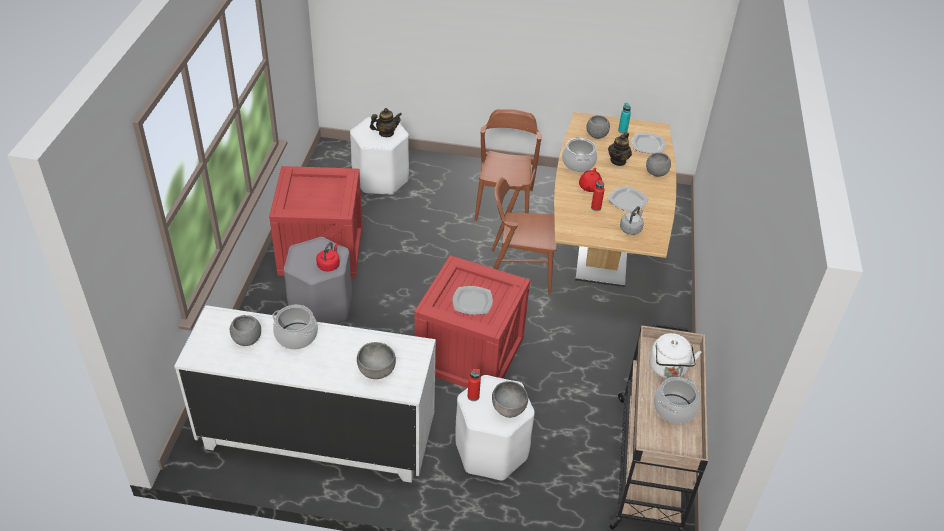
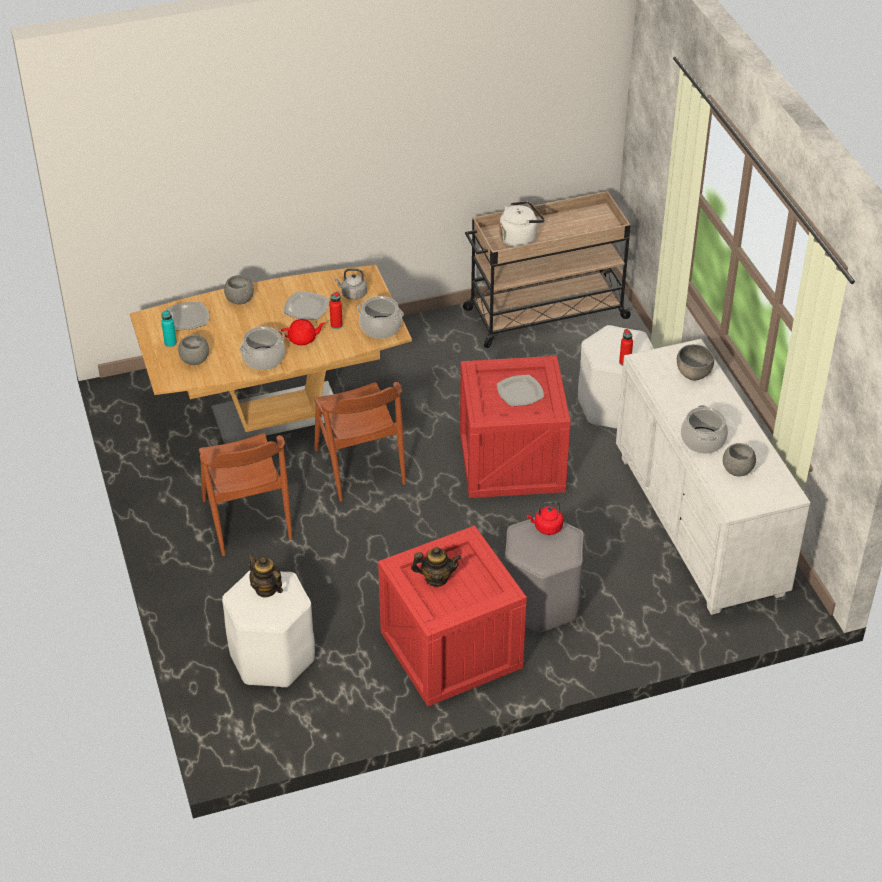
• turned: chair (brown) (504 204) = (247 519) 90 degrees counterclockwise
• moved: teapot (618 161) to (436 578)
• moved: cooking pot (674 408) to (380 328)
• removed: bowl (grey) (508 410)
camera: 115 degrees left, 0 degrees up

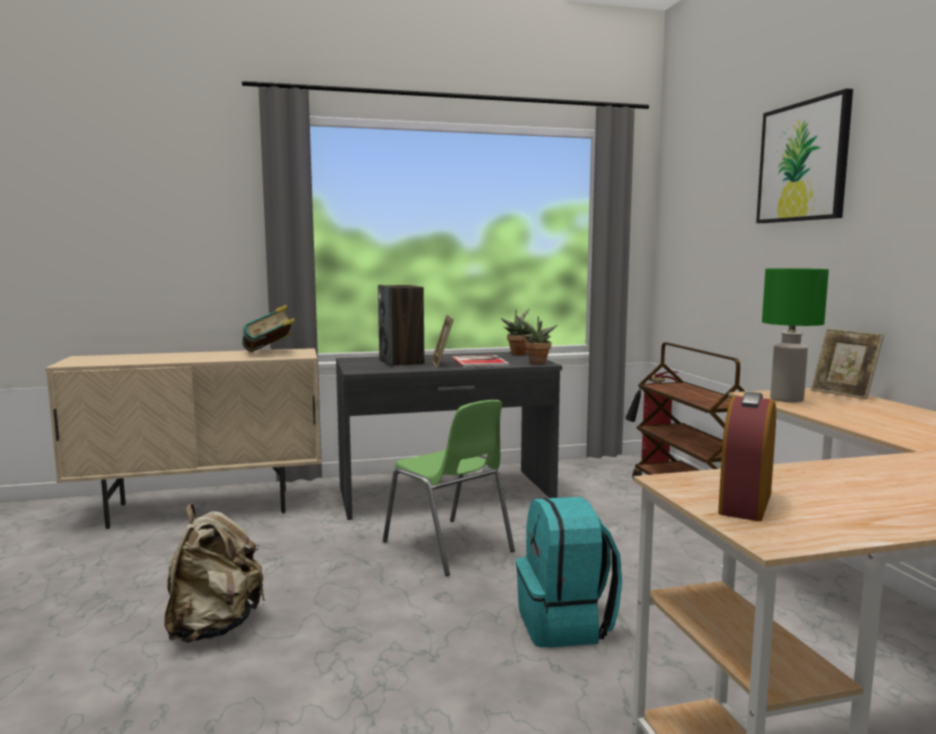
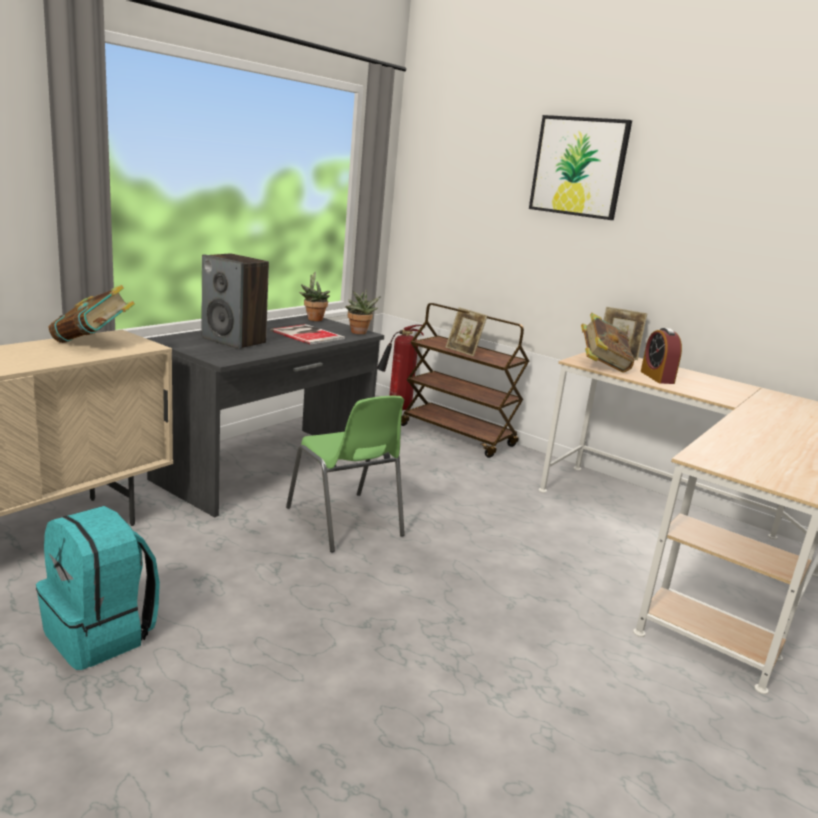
• replaced: table lamp (green) (786 399) to book (602 365)
• moved: picture frame (442 364) to (463 351)
• moved: alarm clock (745 503) to (657 377)
• turned: chair (green) (449 547) = (345 522) 45 degrees clockwise
• moved: backpack (turquoise) (566 624) to (101 634)
• removed: backpack (beige) (214 627)
camera: 40 degrees left, 10 degrees up

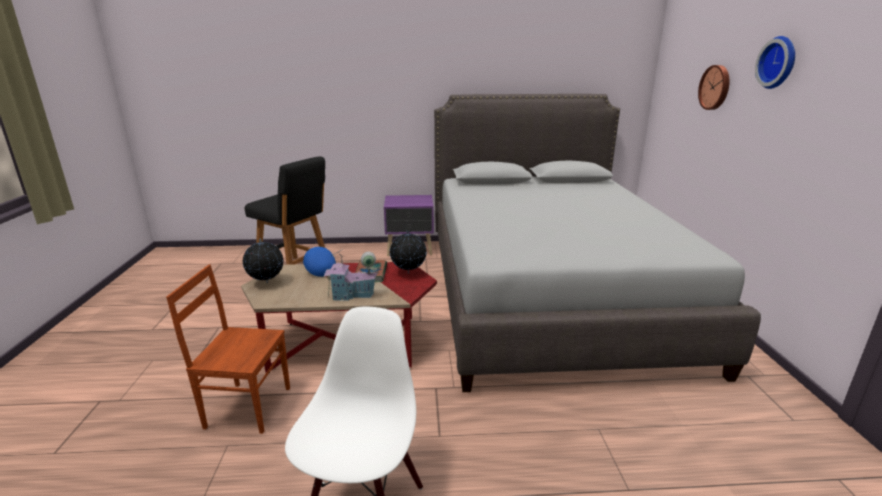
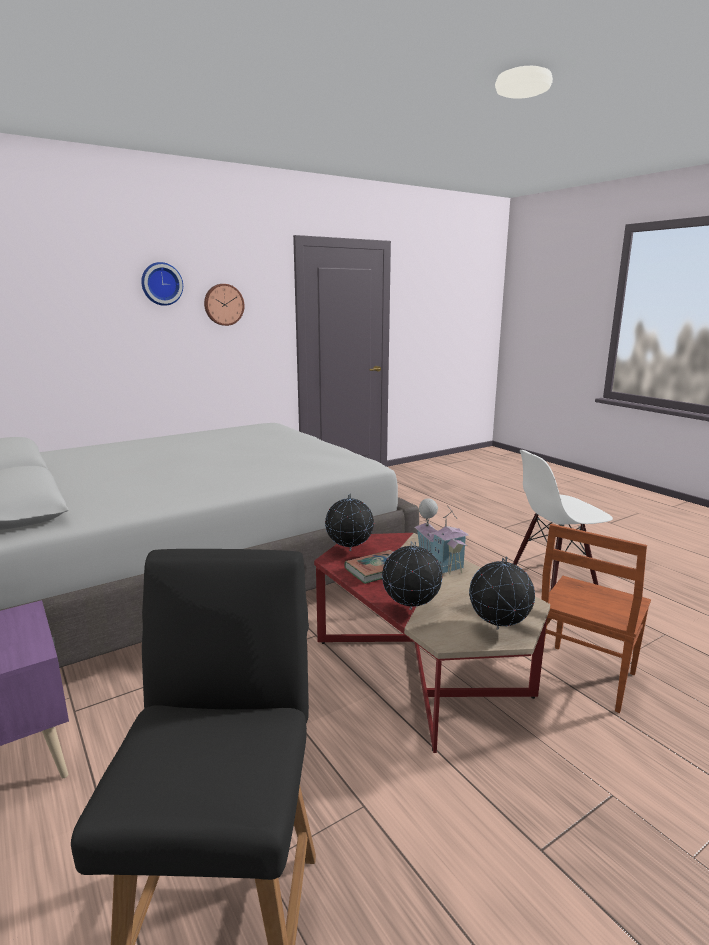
• moved: wall clock (715 87) to (223 304)
• replaced: cap (blue) (318 269) to globe (411 610)
• turned: chair (brown) (248 406) = (582 677) 60 degrees clockwise
camera: 120 degrees left, 5 degrees down

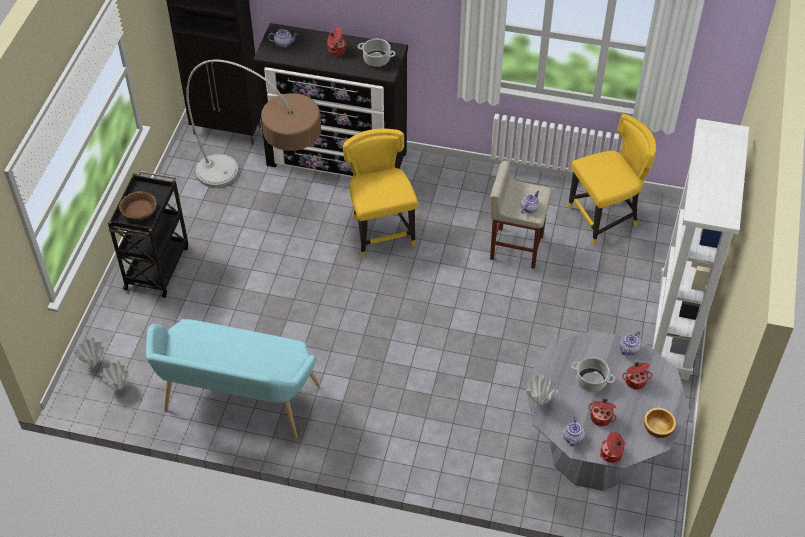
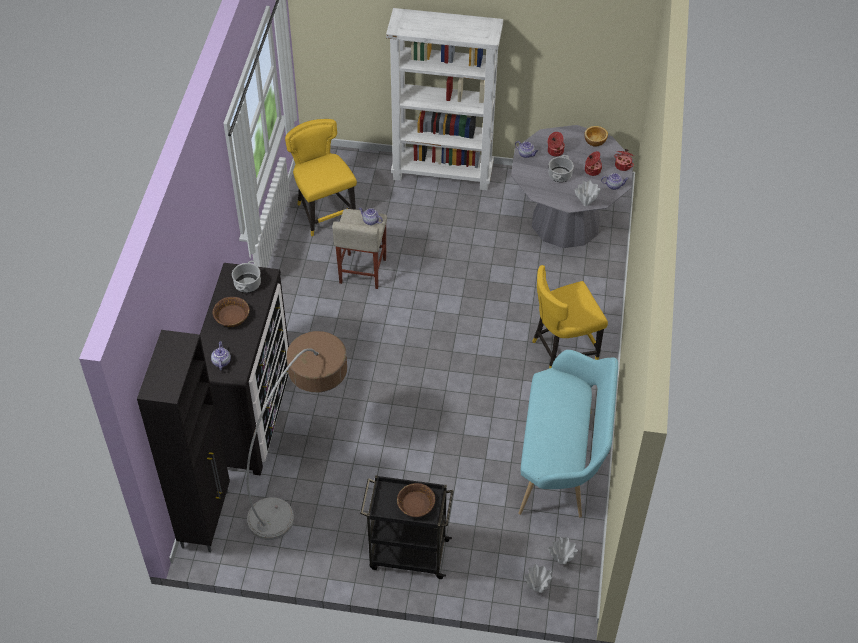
• replaced: cooking pot (336 50) to bowl (brown) (232 317)
• moved: chair (yellow) (381 231) to (562 349)
camera: 95 degrees left, 0 degrees up

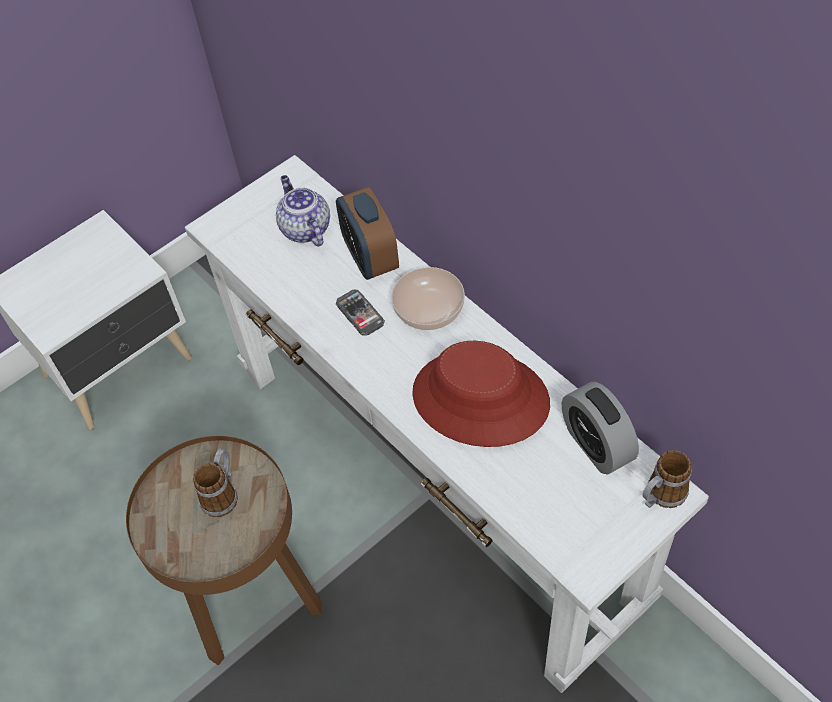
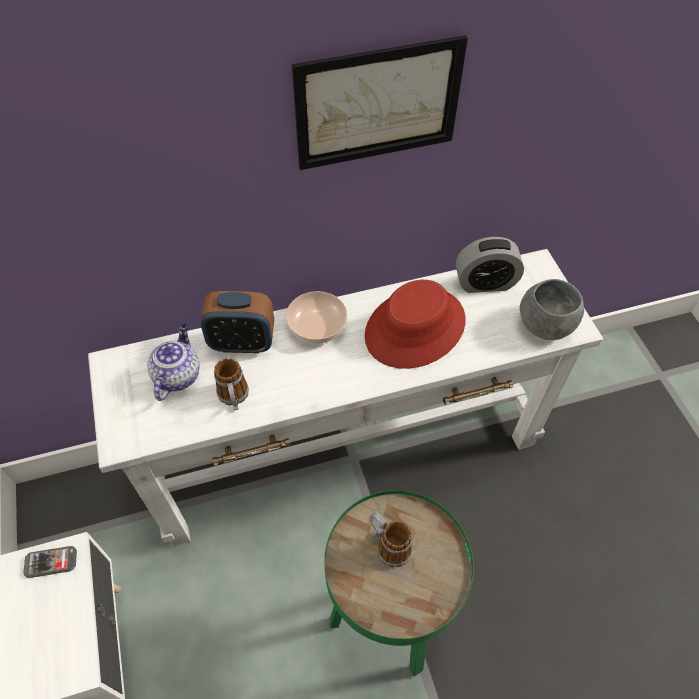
• turned: teapot (304 229) = (177 375) 105 degrees clockwise
• moved: phone (360 313) to (51 562)
• recoloured: side table (brown) (255 607) to side table (green) (385 621)
• moved: mug (661 496) to (234 398)
• added: picture (378 104)
• added: bowl (grey) (545 325)
camera: 70 degrees left, 0 degrees up

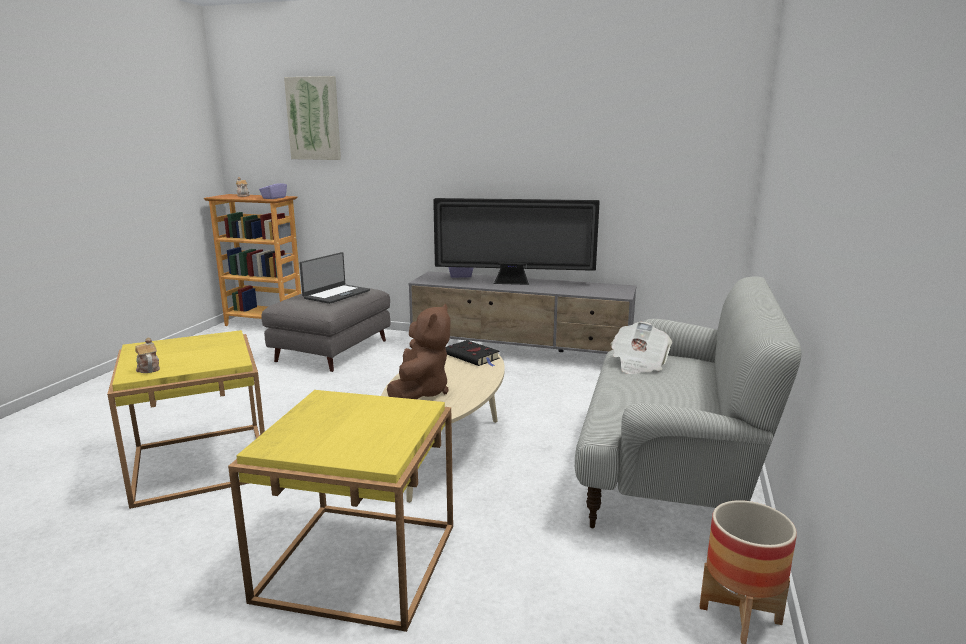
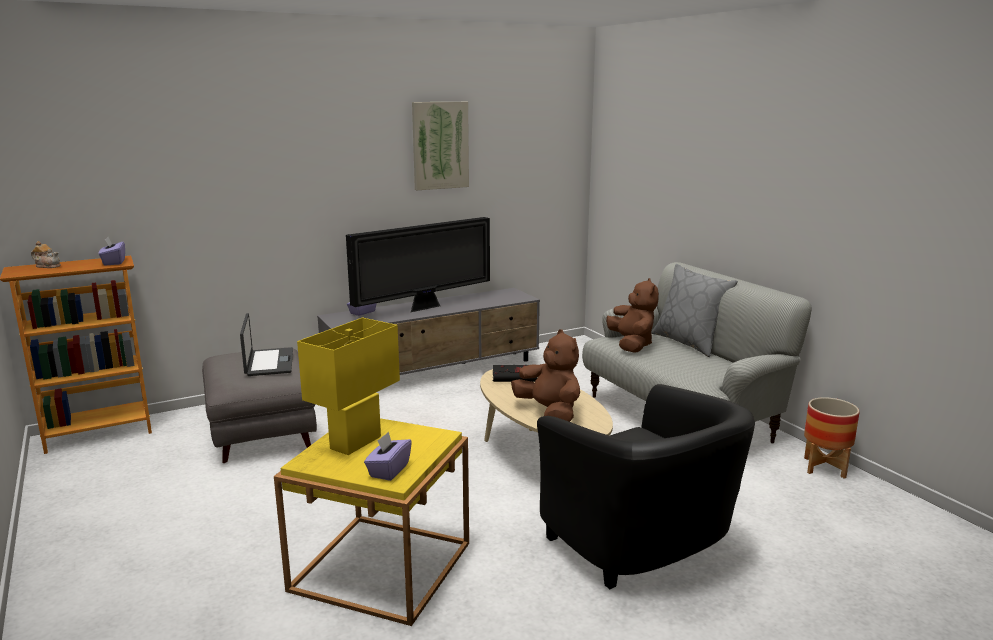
• moved: picture (314 118) to (440 145)
• replaced: newspaper (638 364) to plush toy (brown) (631 345)
• replaced: teapot (148 368) to tissue box (purple) (388 470)
• replaced: side table (yellow) (358 561) to armchair (black) (642 549)
• added: pillow (grey) (689 342)
• added: table lamp (yellow) (355 443)
camera: 45 degrees left, 0 degrees up

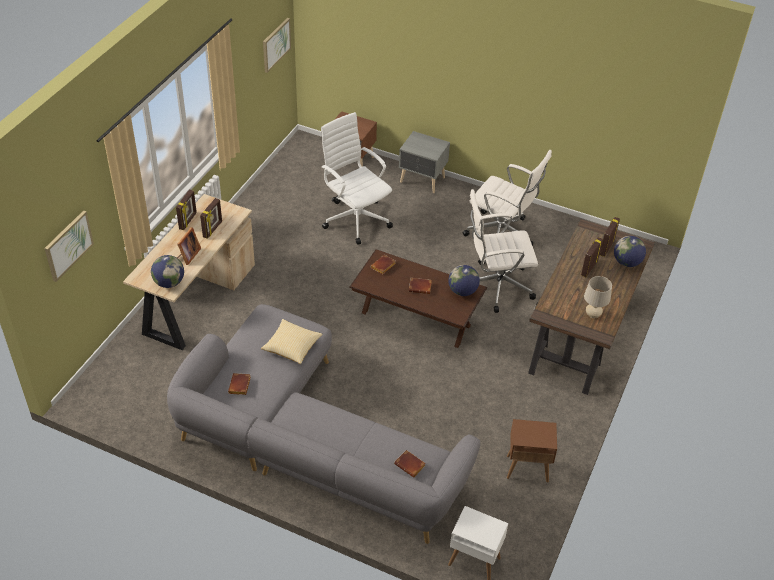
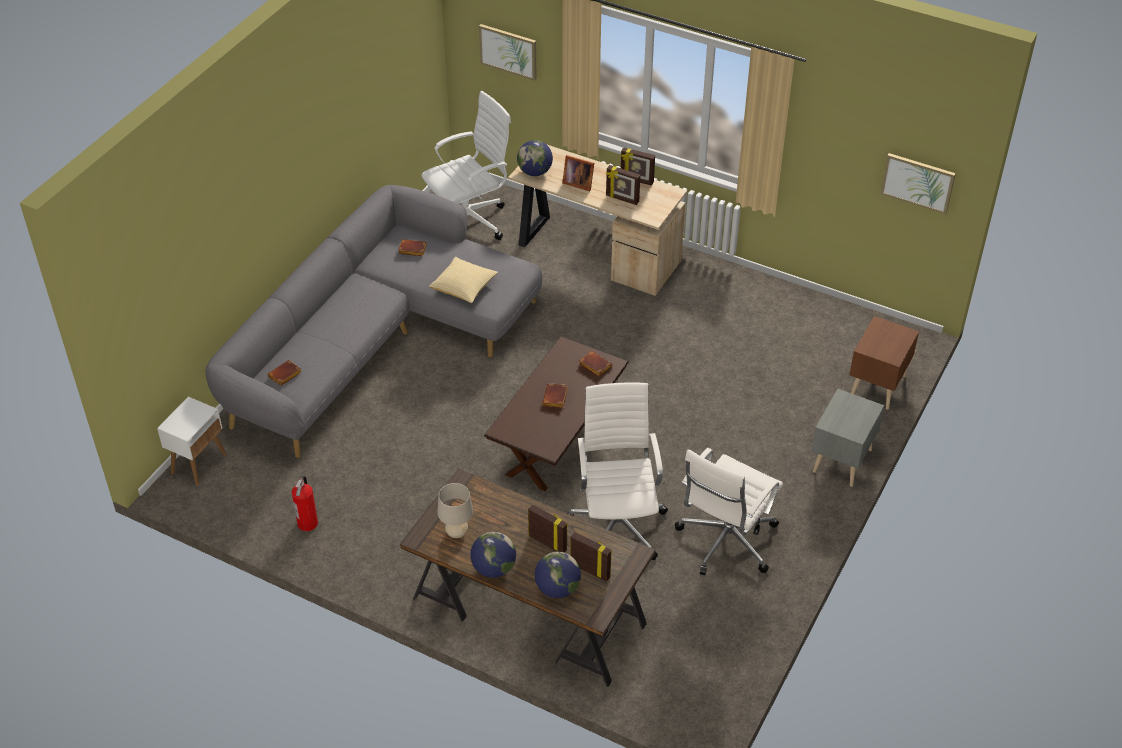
• moved: office chair (white) (355 218) to (469 221)
• moved: globe (462 291) to (493 568)
• replaced: side table (brown) (528 468) to fire extinguisher (308 523)
camera: 95 degrees right, 0 degrees up

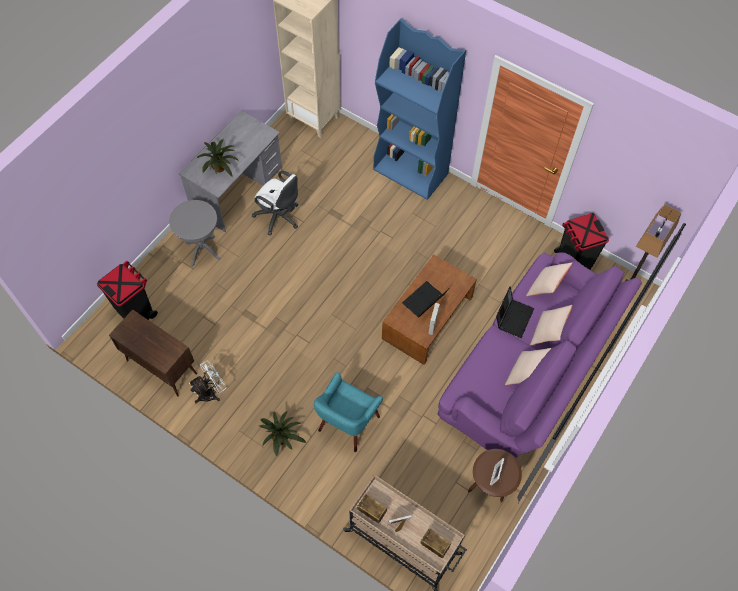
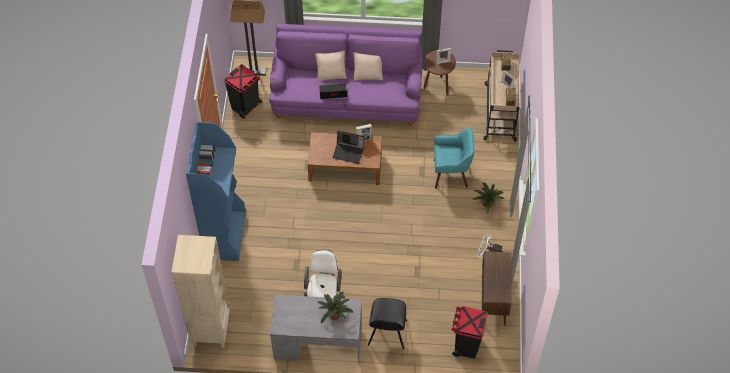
• replaced: side table (grey) (202 250) to chair (black) (387 334)
• removed: pillow (beige) (545 287)
camera: 120 degrees left, 5 degrees down

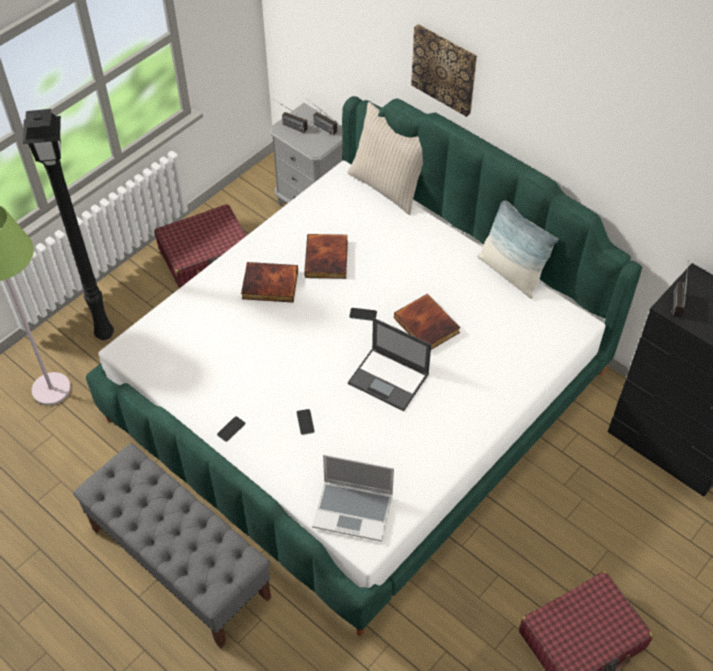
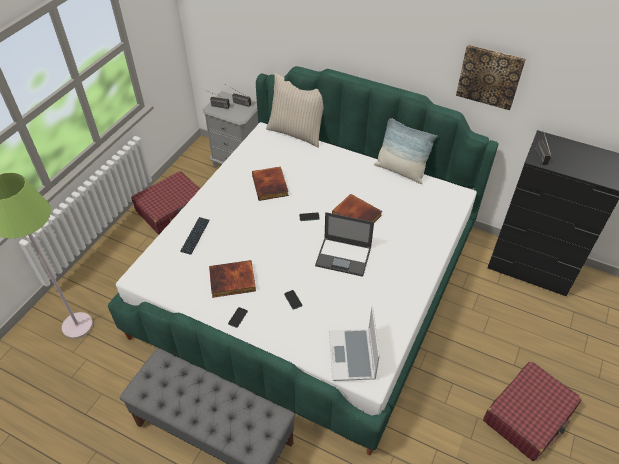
• moved: picture (444 69) to (489 76)
• removed: floor lamp (black) (106 333)
• moved: book (269 285) to (232 281)
• turned: laptop (354 510) = (353 356) 90 degrees clockwise
• added: keyboard (195 236)
camera: 15 degrees left, 5 degrees down

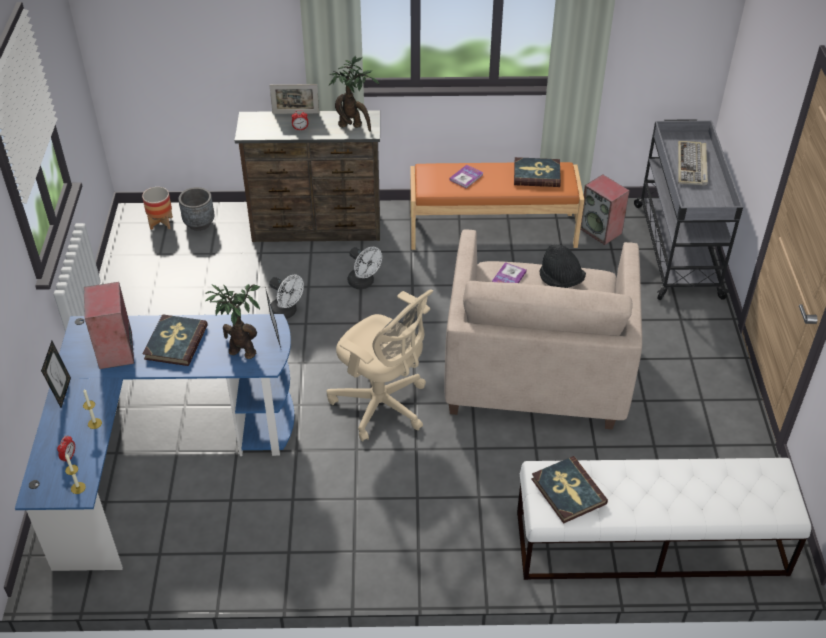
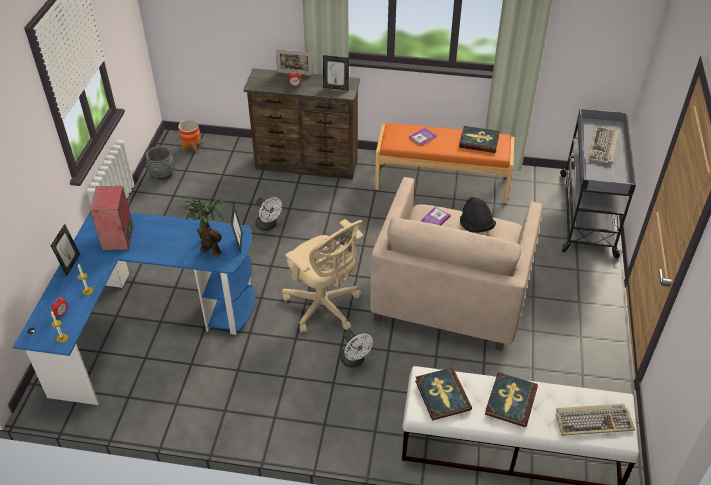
• replaced: potted plant (353 126) to picture frame (336 87)
• removed: speaker (601 231)
• moved: planter (grey) (199 223) to (163 174)
• moved: fan (white) (364 283) to (354 361)
• moved: book (175 342) to (510 401)
• added: keyboard (593 421)
camera: 10 degrees right, 0 degrees up

